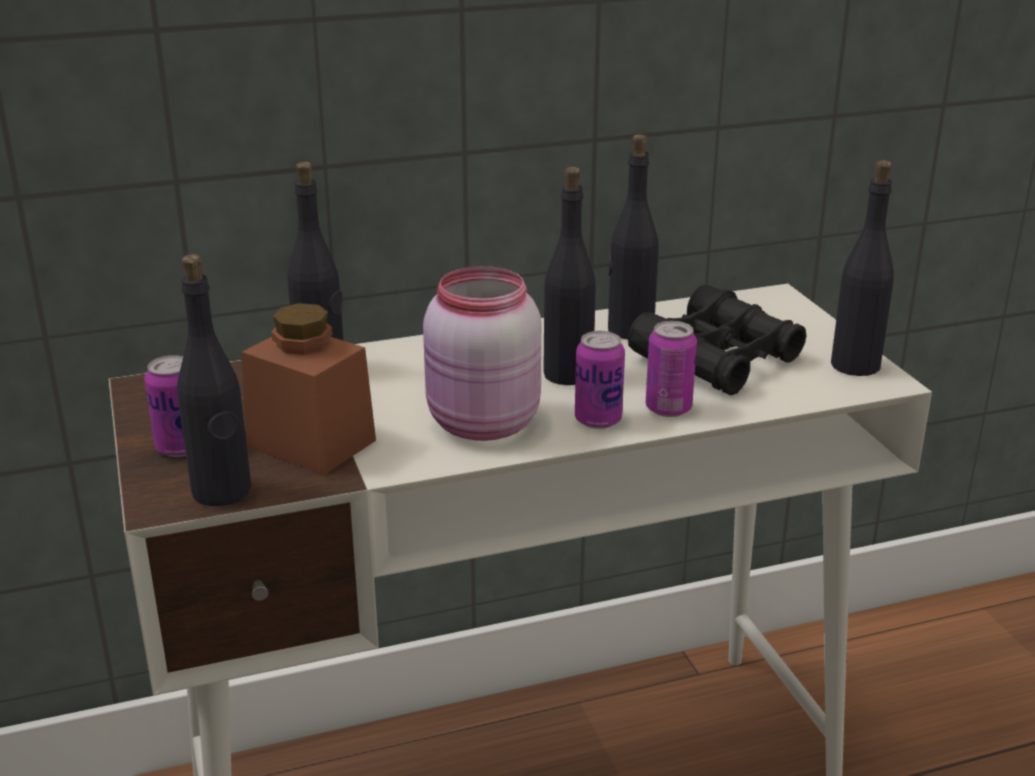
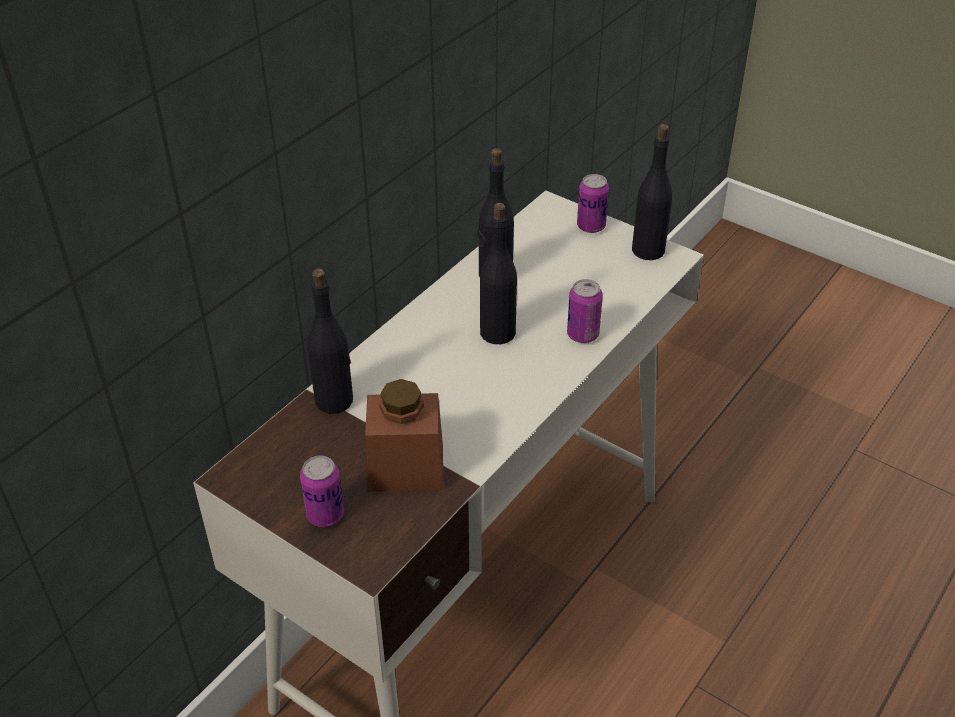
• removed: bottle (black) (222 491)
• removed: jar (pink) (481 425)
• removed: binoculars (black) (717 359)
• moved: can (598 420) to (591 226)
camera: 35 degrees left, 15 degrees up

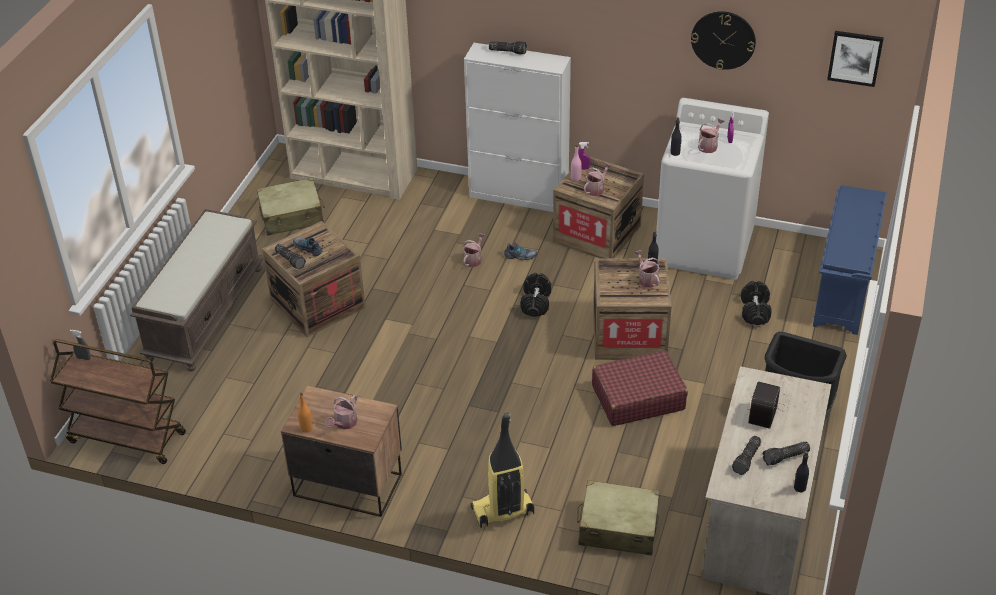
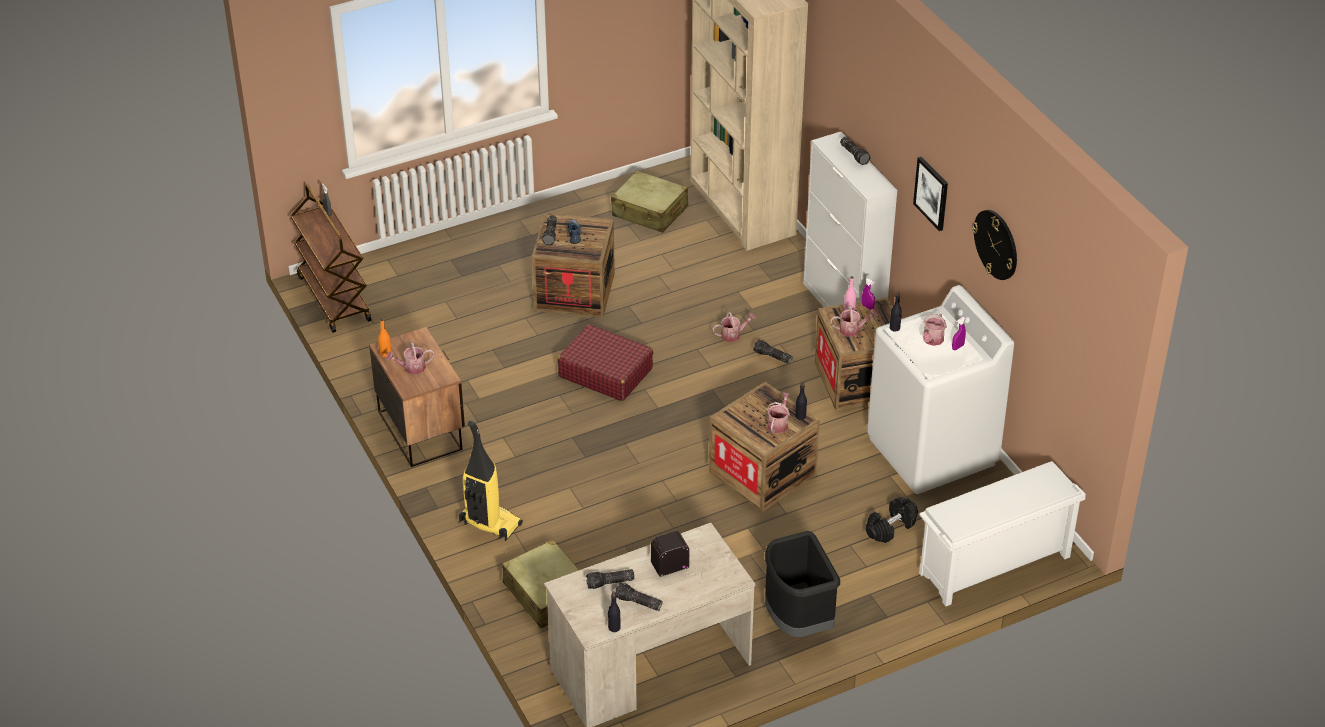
• moved: picture (855 58) to (932 193)
• turned: watering can (709 146) = (932 340) 120 degrees clockwise
• recoloured: shoe rack (blue) (844 290) to shoe rack (white) (993 566)
• removed: bench (brown) (205 312)
• replaced: shoe (520 256) to flashlight (772 357)
• removed: dumbbell (black) (536 303)
• moved: suitcase (red) (637 398) to (605 372)
camera: 45 degrees right, 0 degrees up

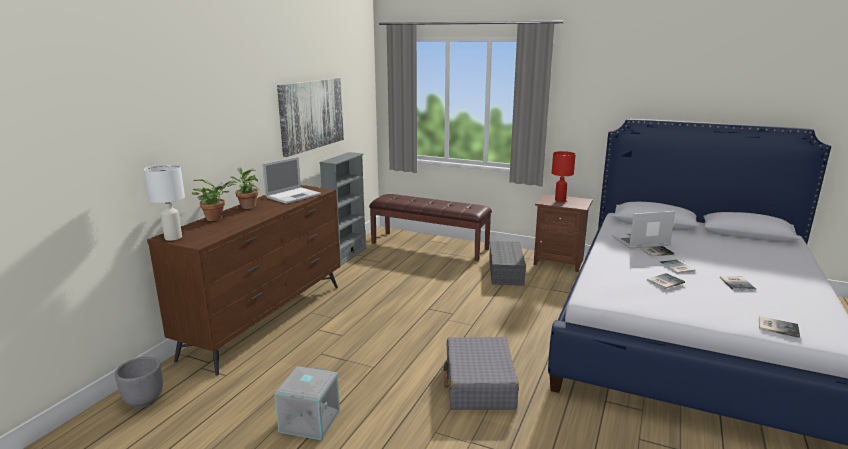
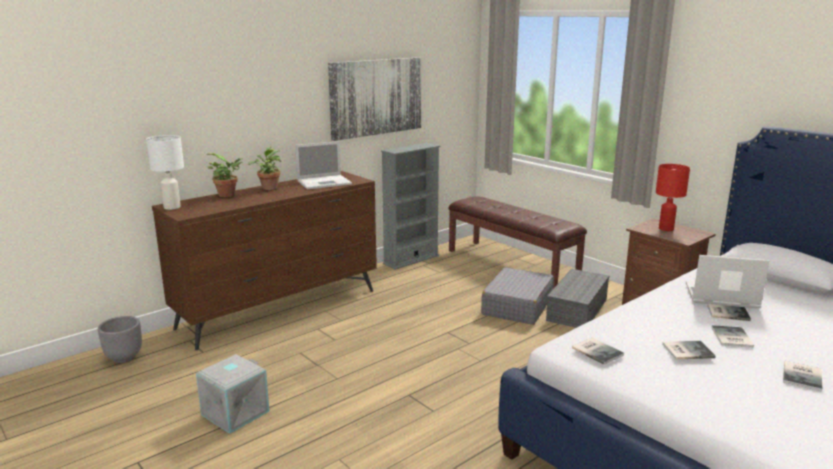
• moved: book (777 326) to (597 351)
• moved: suitcase (grey) (479 384) to (517 306)
camera: 25 degrees right, 0 degrees up

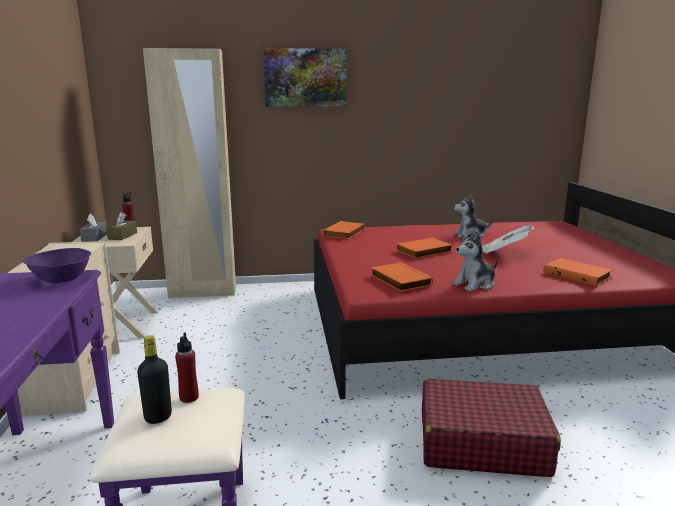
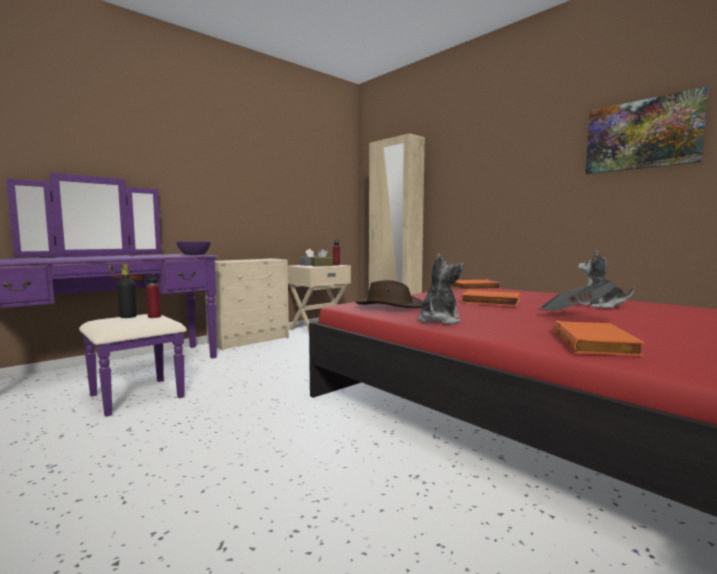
• moved: picture (305 78) to (642 135)
• turned: plush toy (475 284) = (439 320) 90 degrees clockwise
• replaced: book (orange) (399 280) to hat (brown) (389 306)
• removed: suitcase (red) (481 442)
camera: 55 degrees right, 10 degrees down

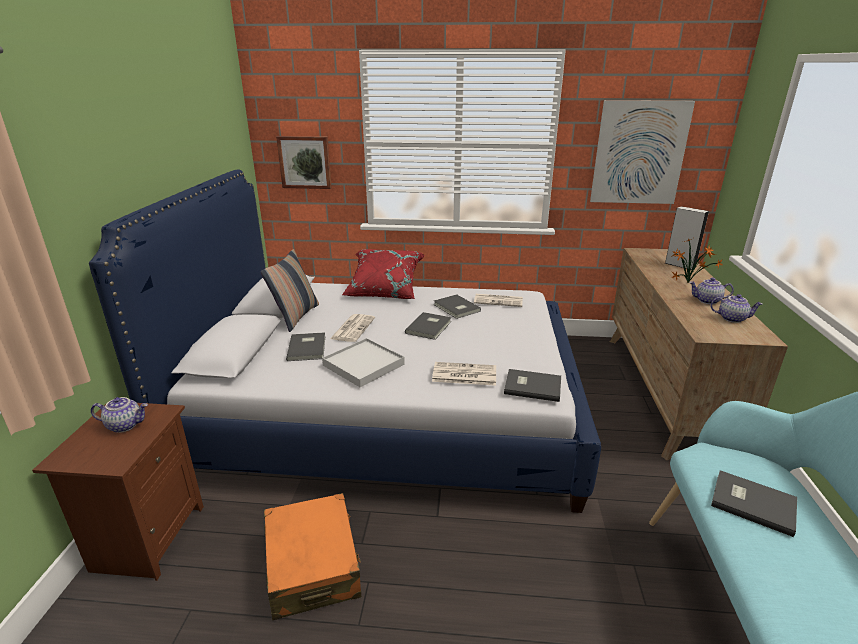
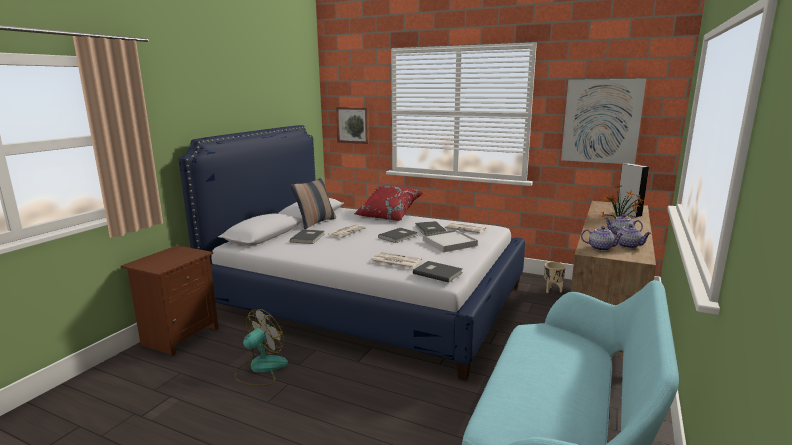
• moved: tray (white) (364 365) to (449 243)
• moved: teapot (125 425) to (600 248)
• removed: book (grey) (751 502)
• replaced: suitcase (orange) (313 565) to fan (261 368)
• added: planter (beige) (552 290)
camera: 20 degrees right, 10 degrees down

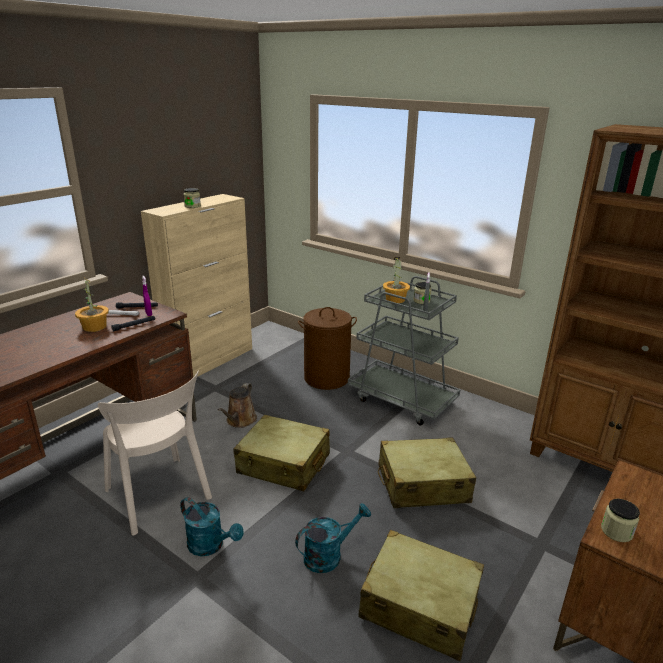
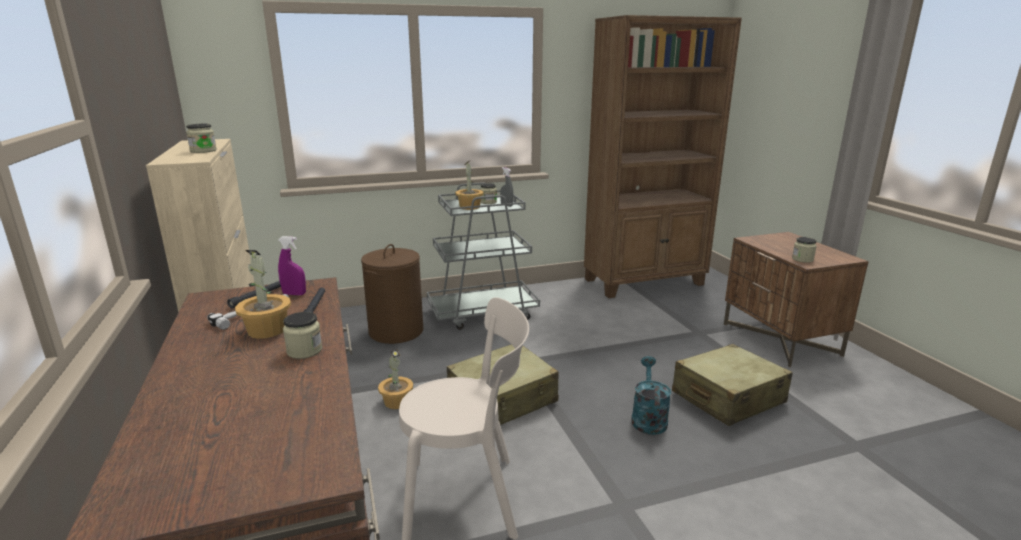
• replaced: watering can (brown) (240 421) to potted plant (396 401)
• removed: suitcase (beige) (422 484)
• removed: watering can (turquoise) (210 546)
• added: jar (304 351)
camera: 55 degrees left, 5 degrees down

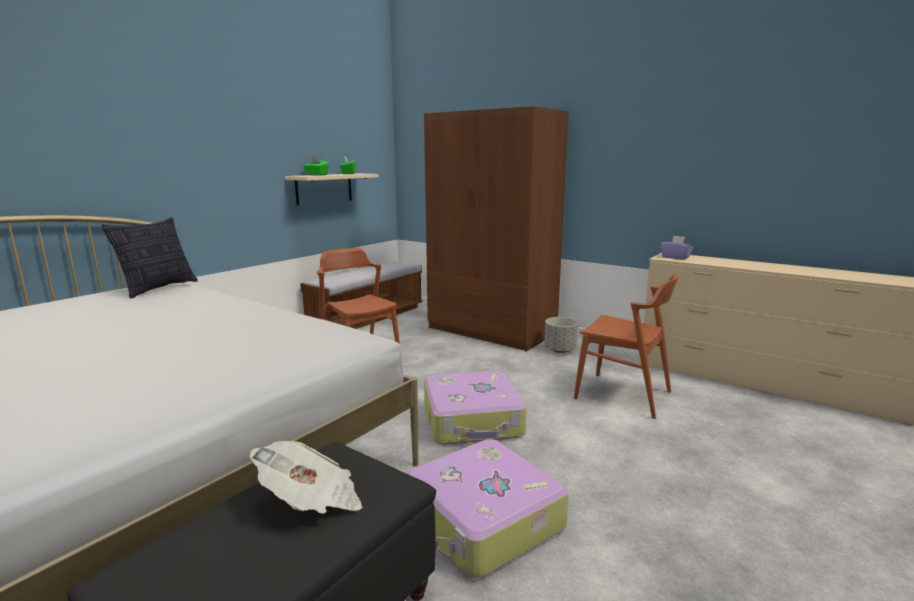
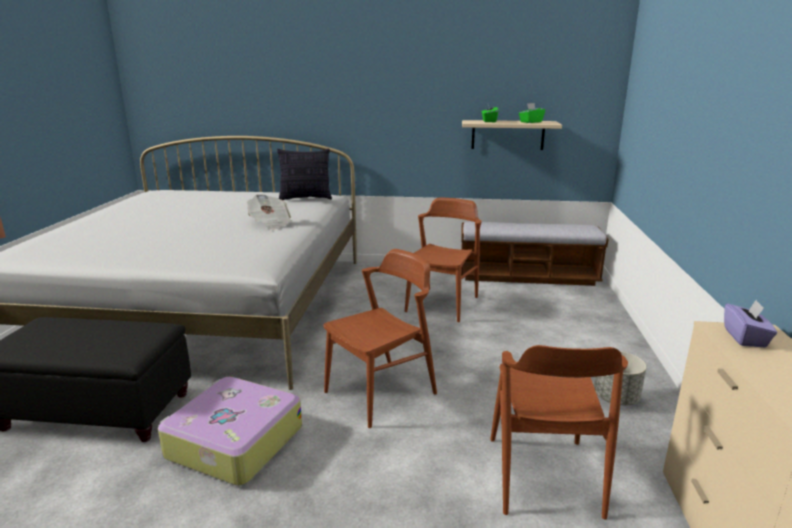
• removed: wardrobe (brown) (491 331)
• replaced: suitcase (473 421) to chair (brown) (381 392)
• moved: newspaper (312 501) to (270 223)
camera: 60 degrees right, 5 degrees up

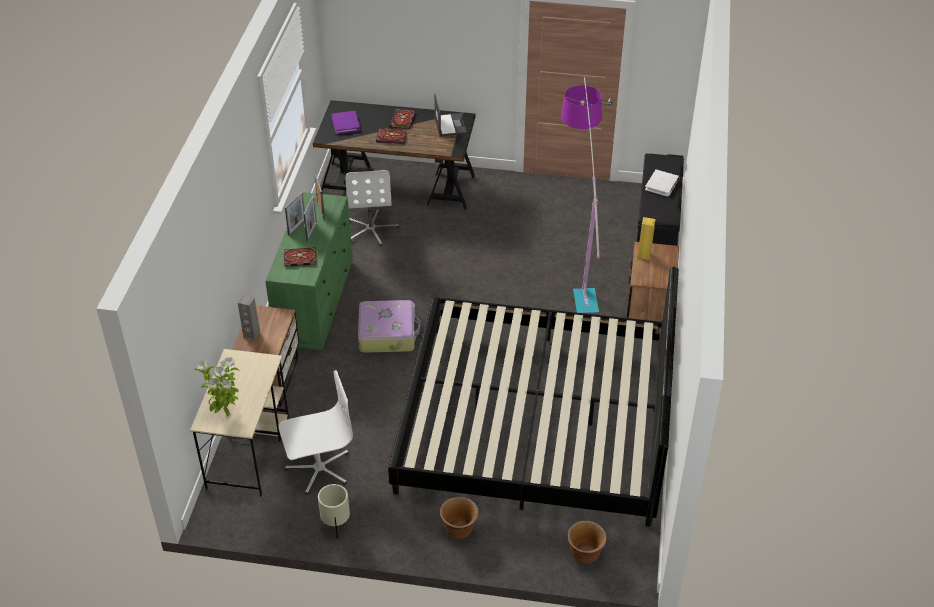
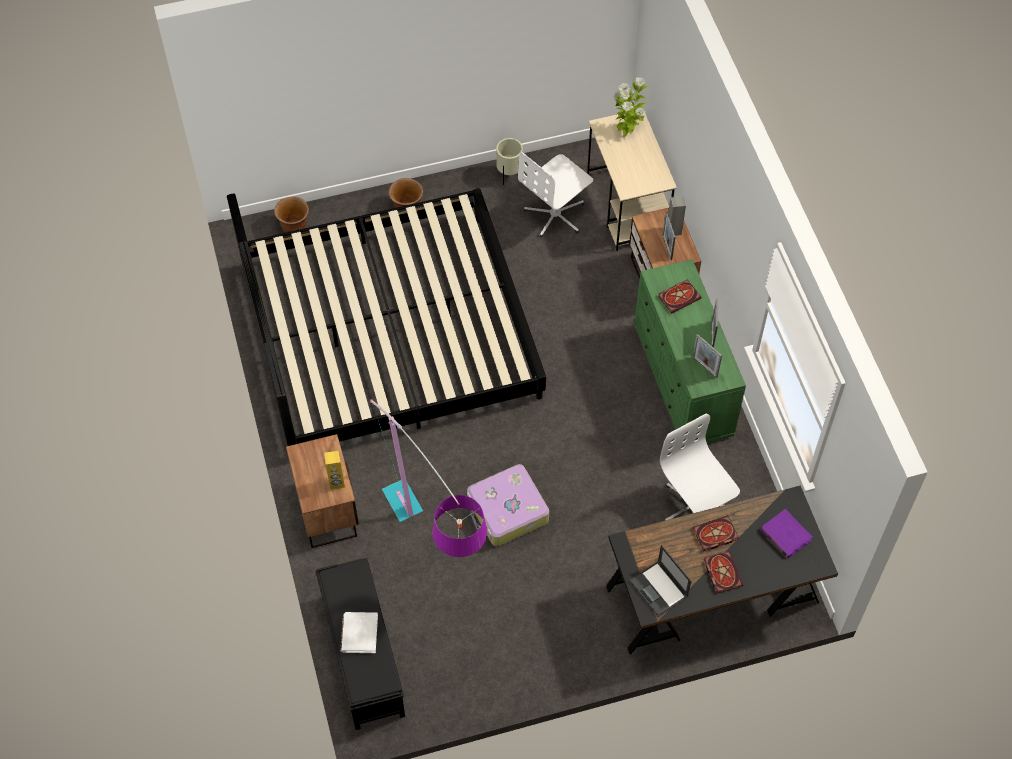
• moved: picture frame (311 232) to (667 247)
• moved: suitcase (388 333) to (507 511)
camera: 155 degrees right, 15 degrees up

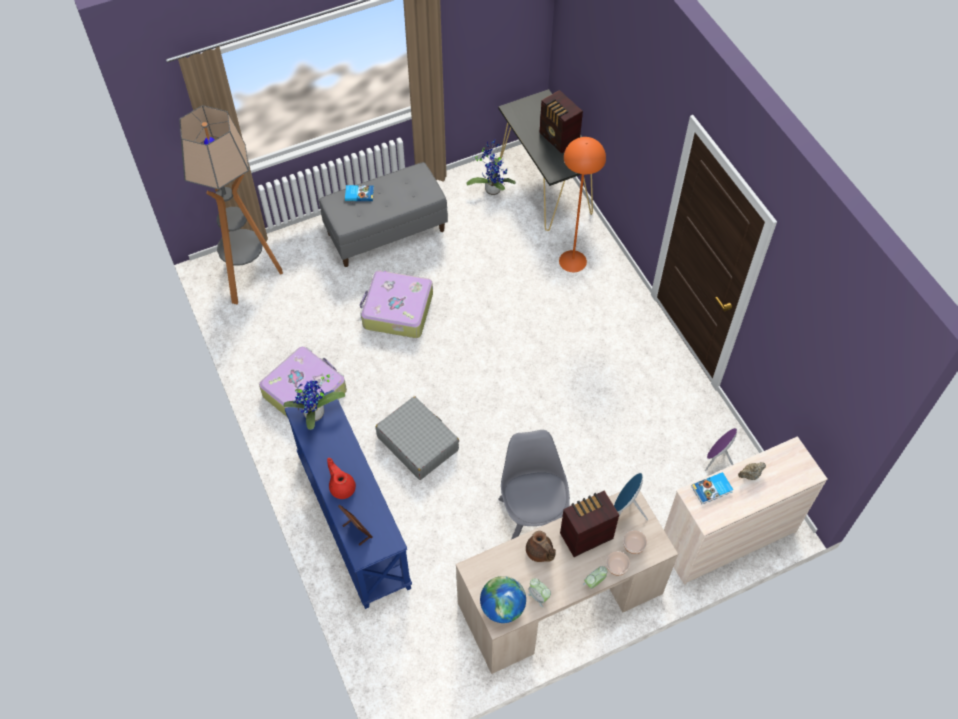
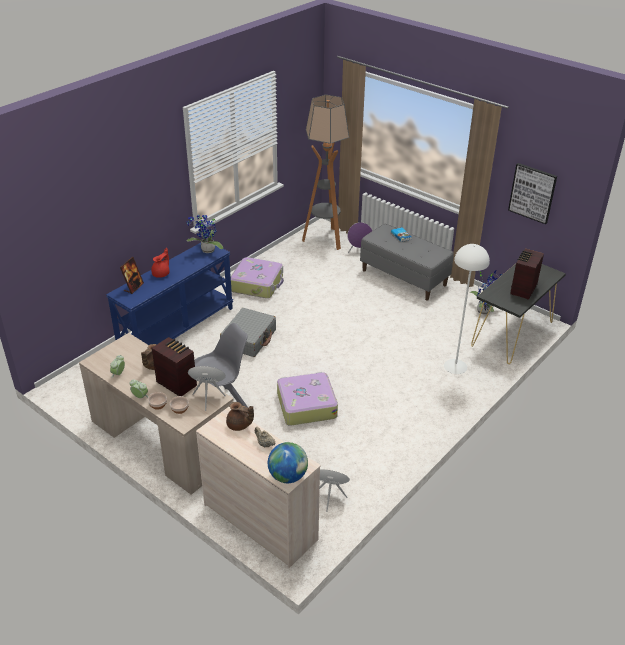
• recoloured: floor lamp (orange) (573 261) to floor lamp (white) (455 366)
• moved: suitcase (397 311) to (306 405)
• replaced: book (712 489) to teapot (brown) (239 425)
• moved: globe (502 607) to (288 476)
• added: picture (532 193)
• added: speaker (purple) (359 251)
camera: 65 degrees right, 20 degrees down

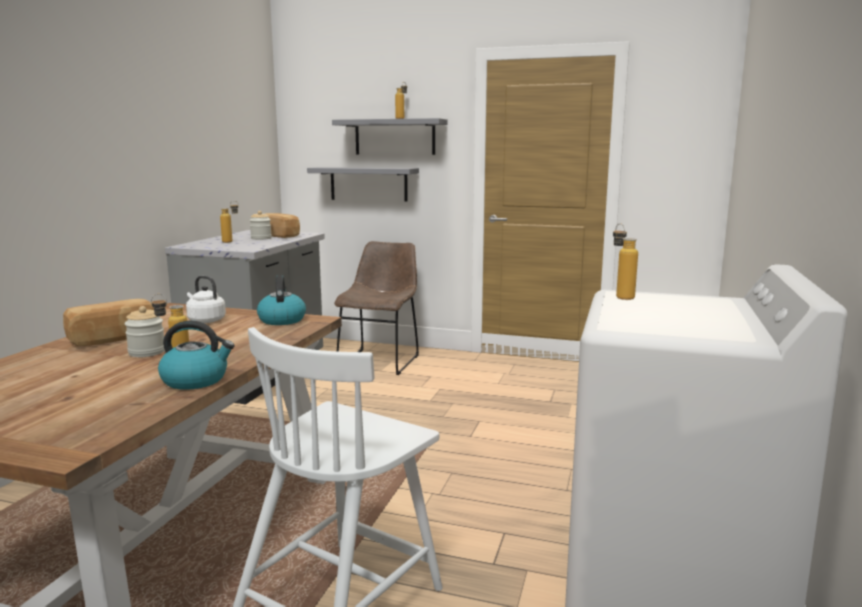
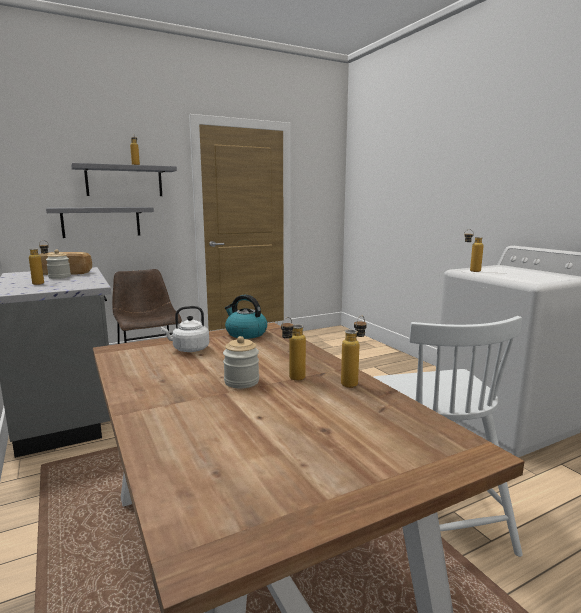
• removed: bread (114 339)
• replaced: kettle (196 380) to bottle (353 382)
camera: 45 degrees left, 0 degrees up

